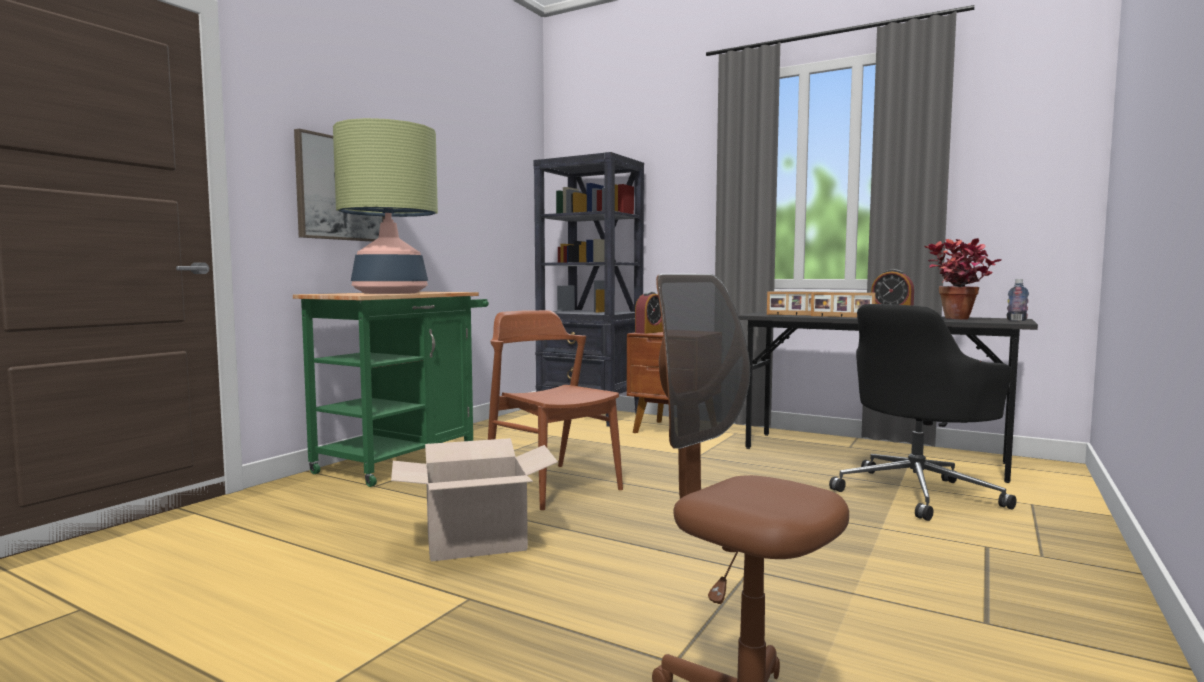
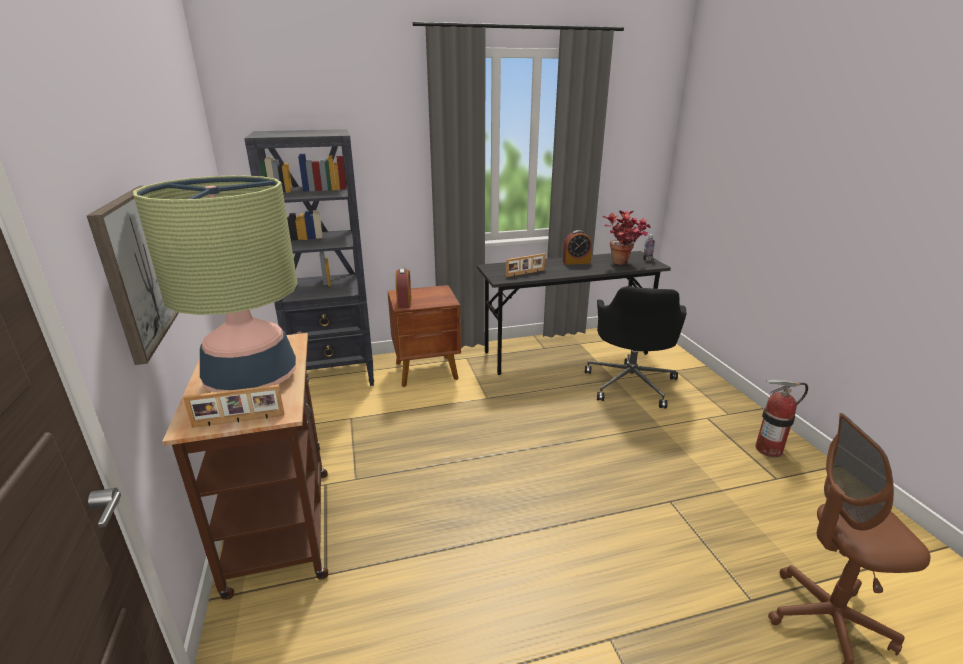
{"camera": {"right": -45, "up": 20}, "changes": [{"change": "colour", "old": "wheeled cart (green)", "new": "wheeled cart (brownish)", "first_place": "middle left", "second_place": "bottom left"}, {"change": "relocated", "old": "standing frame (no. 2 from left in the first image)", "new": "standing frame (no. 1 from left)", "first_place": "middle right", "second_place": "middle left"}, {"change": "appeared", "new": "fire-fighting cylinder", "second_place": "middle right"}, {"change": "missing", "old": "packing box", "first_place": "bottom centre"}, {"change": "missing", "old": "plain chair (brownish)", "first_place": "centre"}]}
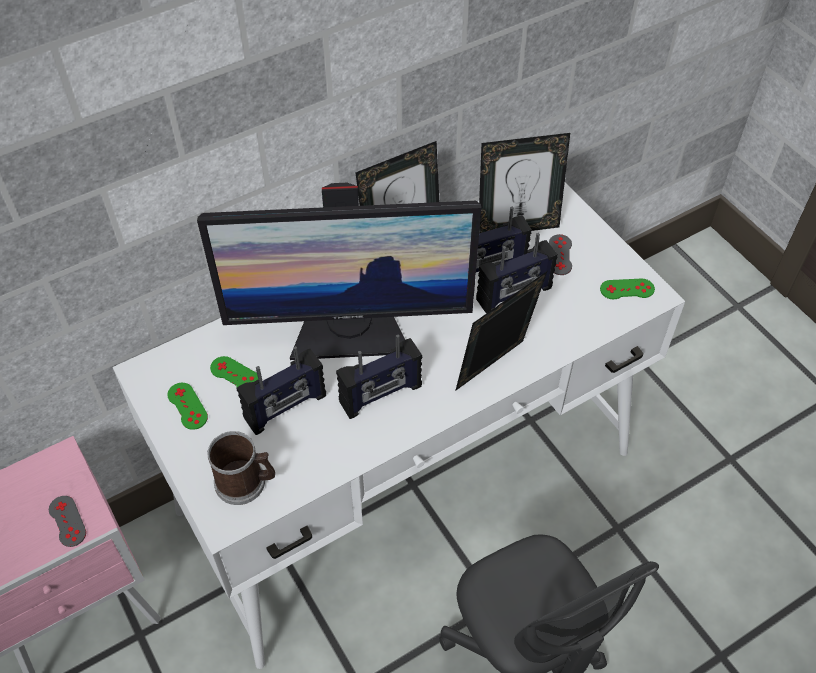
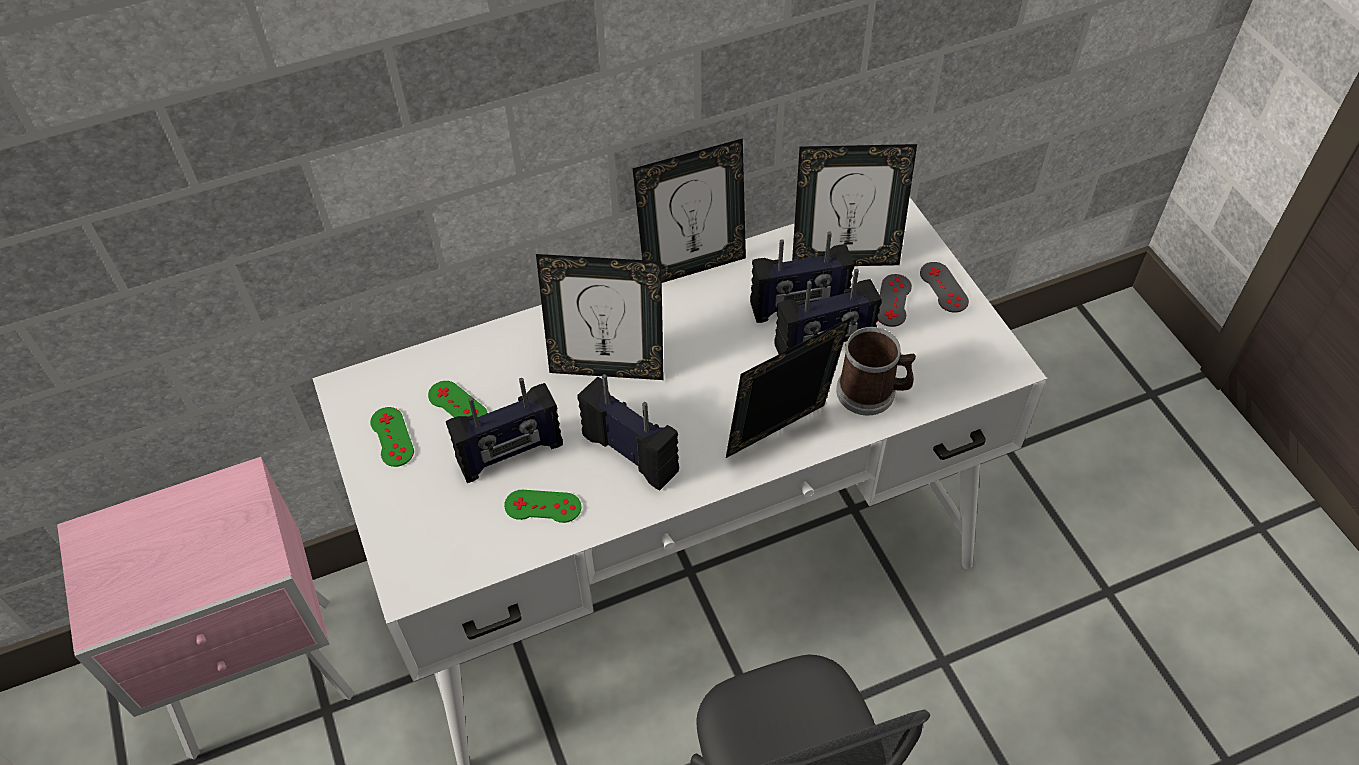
{"camera": {"right": 10, "up": 0}, "changes": [{"change": "relocated", "old": "game controller (green) (no. 3 from left)", "first_place": "middle right", "second_place": "centre"}, {"change": "exchanged", "old": "computer screen", "new": "standing frame (no. 1 from left)", "first_place": "centre", "second_place": "centre"}, {"change": "spun", "old": "radio (no. 2 from left)", "first_place": "centre", "second_place": "centre", "degrees": -120}, {"change": "relocated", "old": "mug", "first_place": "bottom left", "second_place": "centre"}, {"change": "relocated", "old": "game controller (gray) (no. 1 from left in the first image)", "new": "game controller (gray) (no. 2 from left)", "first_place": "bottom left", "second_place": "middle right"}]}
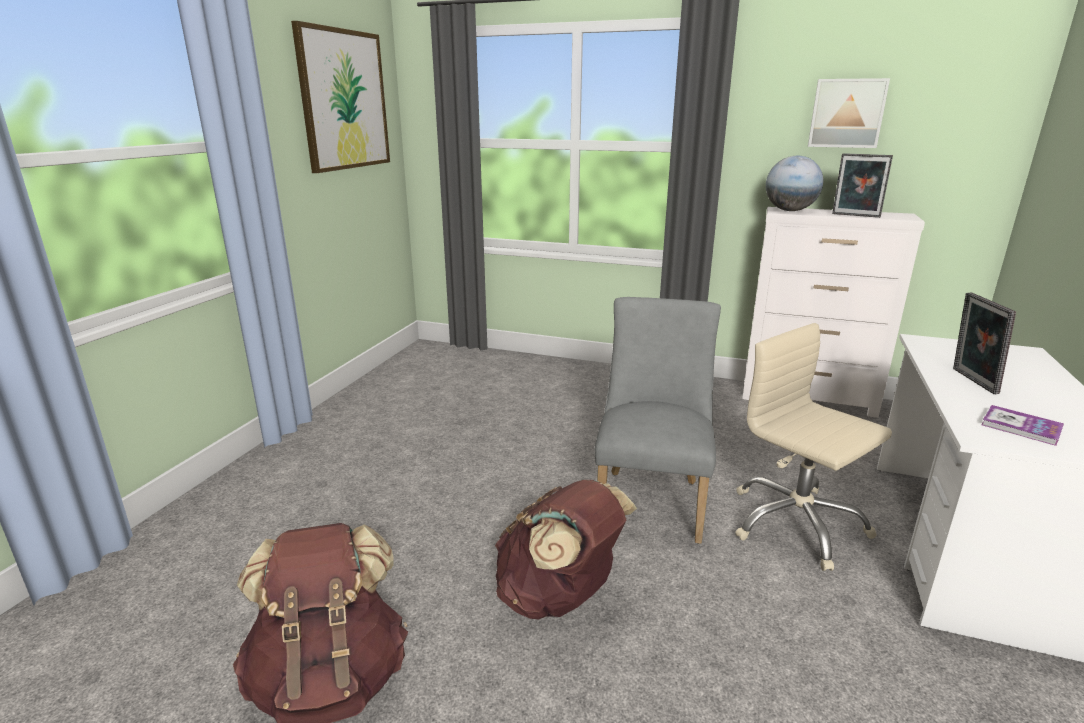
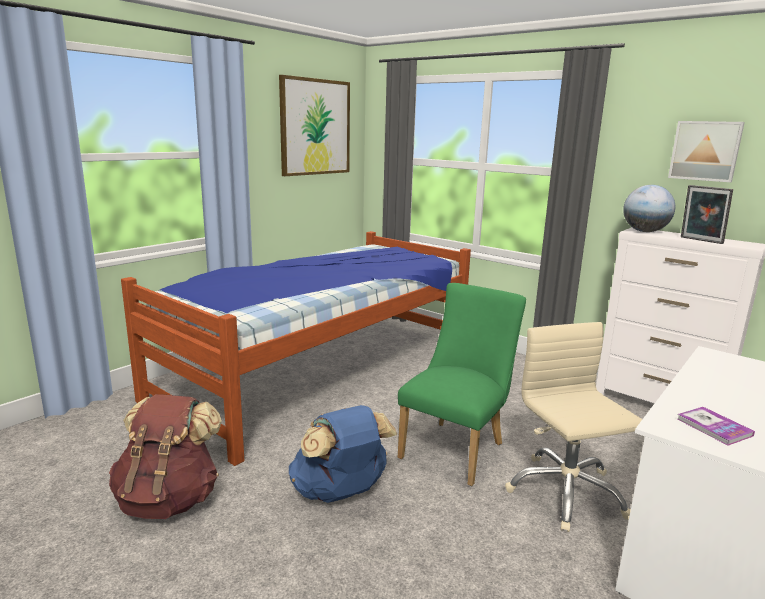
{"camera": {"right": 20, "up": -5}, "changes": [{"change": "appeared", "new": "sleeping bed", "second_place": "centre"}, {"change": "colour", "old": "rucksack (brownish) (no. 2 from left)", "new": "rucksack (bluish)", "first_place": "bottom centre", "second_place": "bottom centre"}, {"change": "colour", "old": "plain chair (gray)", "new": "plain chair (green)", "first_place": "centre", "second_place": "centre"}, {"change": "missing", "old": "standing frame (no. 2 from left)", "first_place": "middle right"}]}
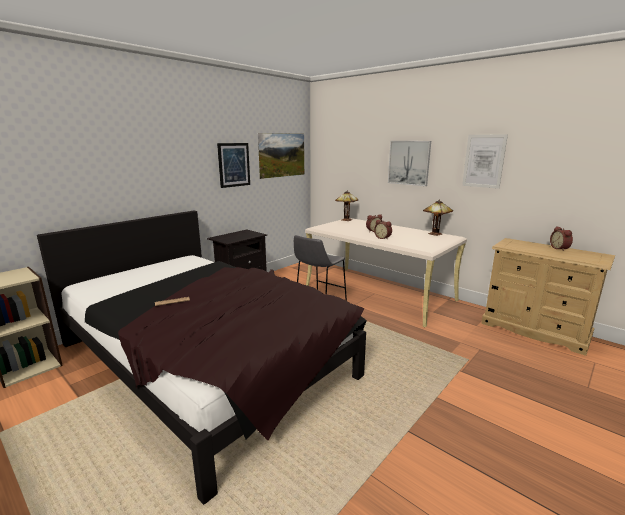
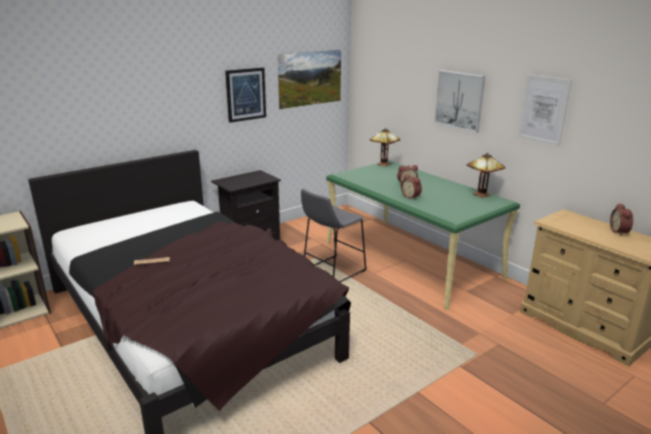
{"camera": {"right": 10, "up": 5}, "changes": [{"change": "colour", "old": "desk (beige)", "new": "desk (green)", "first_place": "centre", "second_place": "centre"}]}
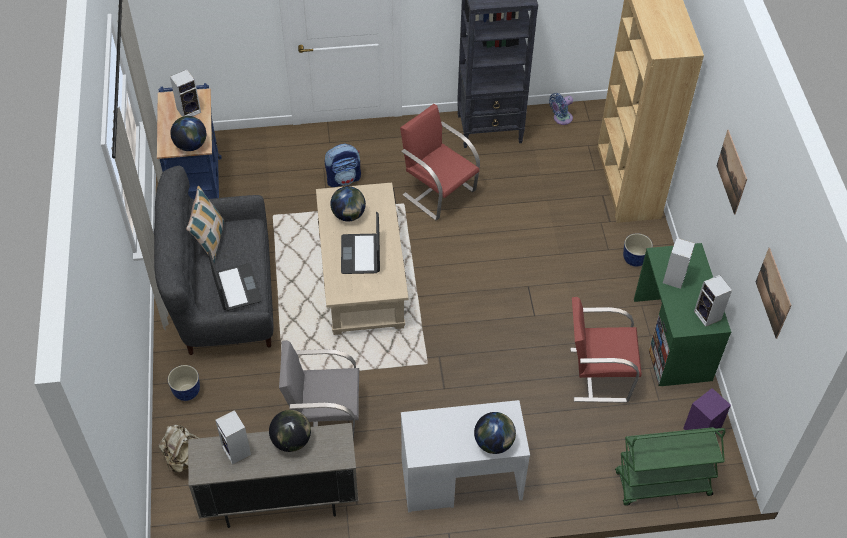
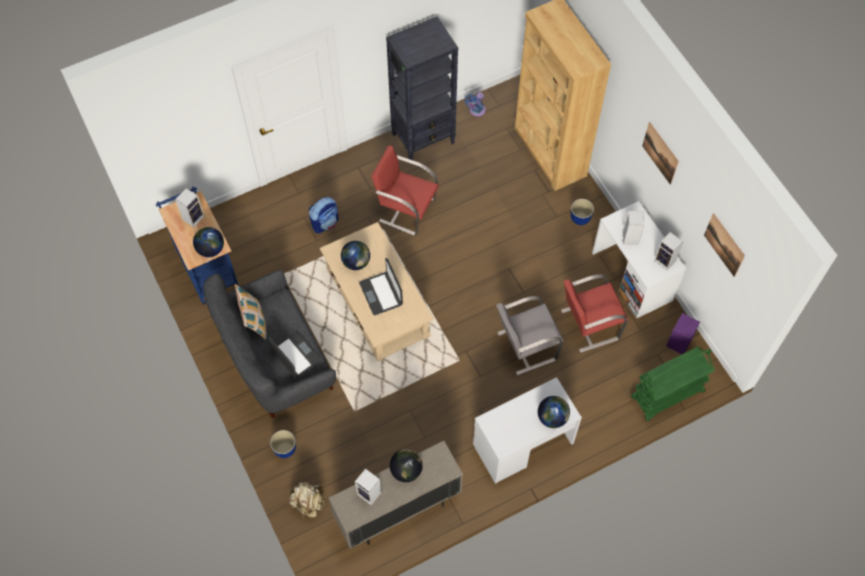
{"camera": {"right": -20, "up": 10}, "changes": [{"change": "relocated", "old": "plain chair (gray)", "first_place": "bottom centre", "second_place": "centre"}, {"change": "colour", "old": "desk (green)", "new": "desk (white-coloured) (no. 2 from left)", "first_place": "middle right", "second_place": "middle right"}]}
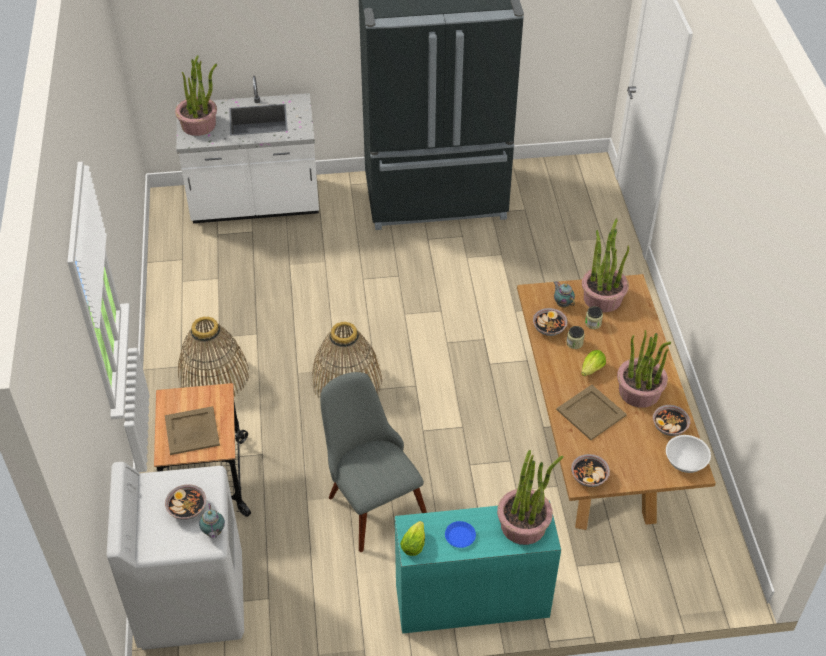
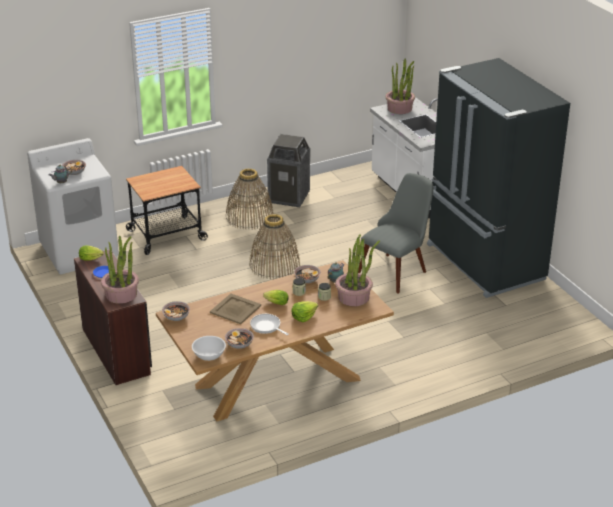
{"camera": {"right": 70, "up": -15}, "changes": [{"change": "colour", "old": "desk (turquoise-coloured)", "new": "desk (brownish)", "first_place": "bottom centre", "second_place": "middle left"}, {"change": "exchanged", "old": "plant in a pot (no. 4 from left)", "new": "skillet", "first_place": "middle right", "second_place": "centre"}, {"change": "appeared", "new": "trash can", "second_place": "centre"}, {"change": "appeared", "new": "lettuce (no. 3 from left)", "second_place": "centre"}, {"change": "relocated", "old": "plain chair (gray)", "first_place": "bottom centre", "second_place": "centre"}, {"change": "missing", "old": "tray (beige) (no. 1 from left)", "first_place": "middle left"}]}
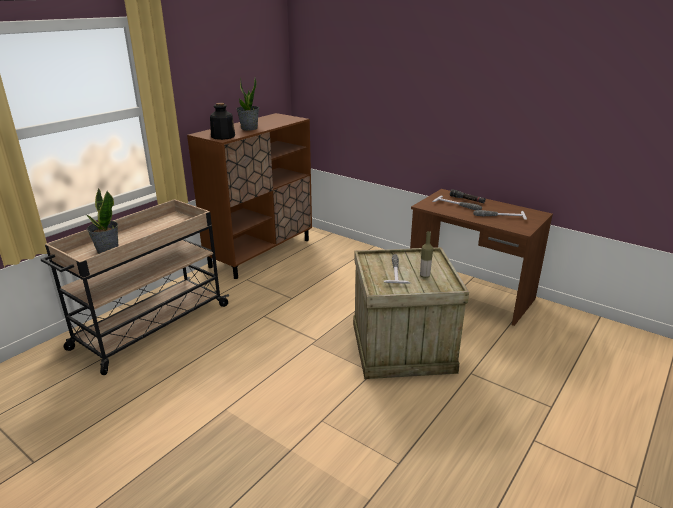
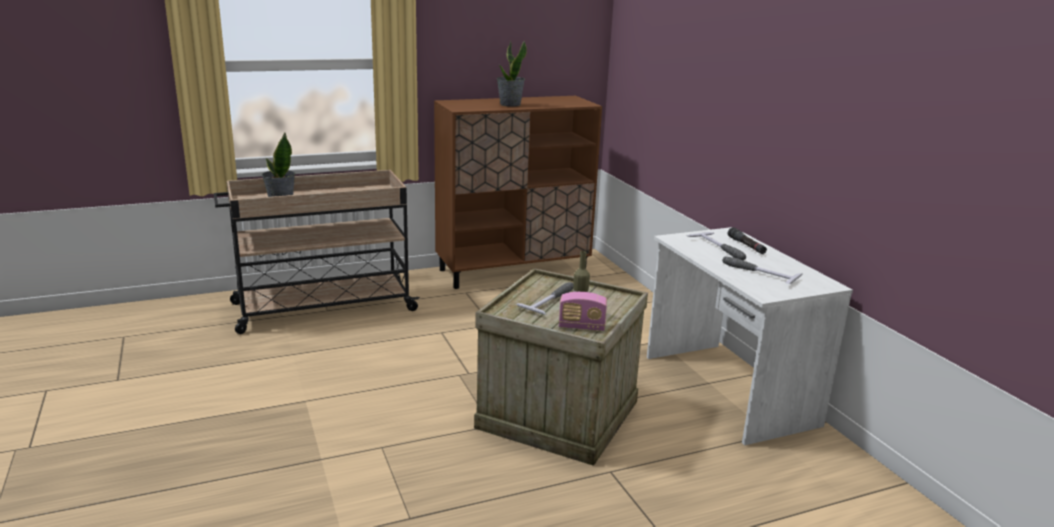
{"camera": {"right": 30, "up": -5}, "changes": [{"change": "appeared", "new": "radio", "second_place": "centre"}, {"change": "colour", "old": "desk (brownish)", "new": "desk (white-coloured)", "first_place": "middle right", "second_place": "middle right"}, {"change": "missing", "old": "bottle (no. 1 from left)", "first_place": "top left"}]}
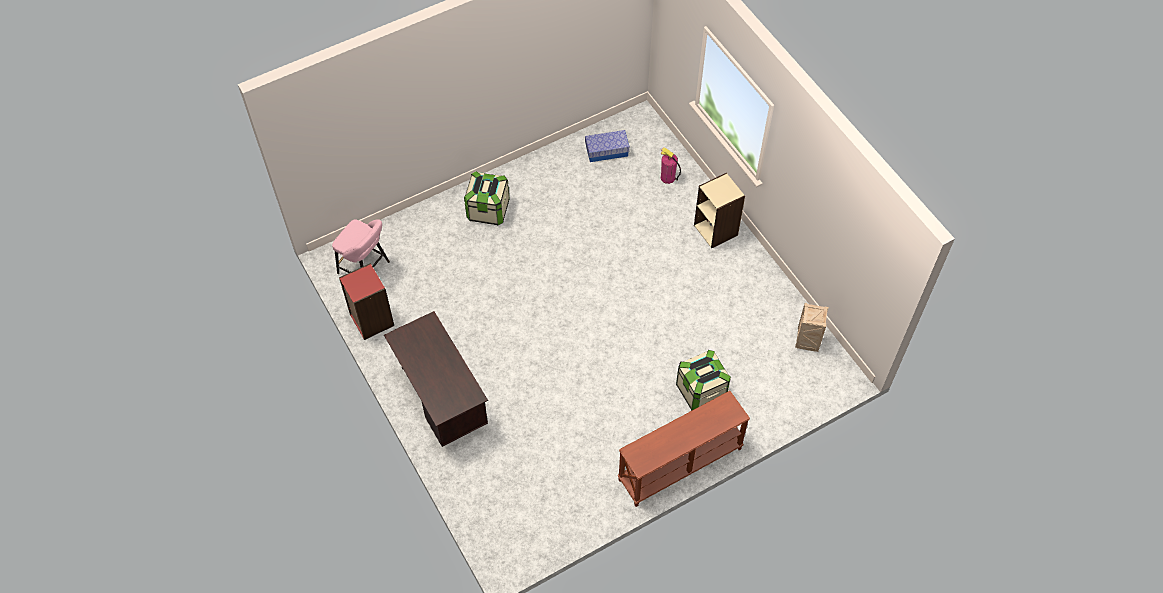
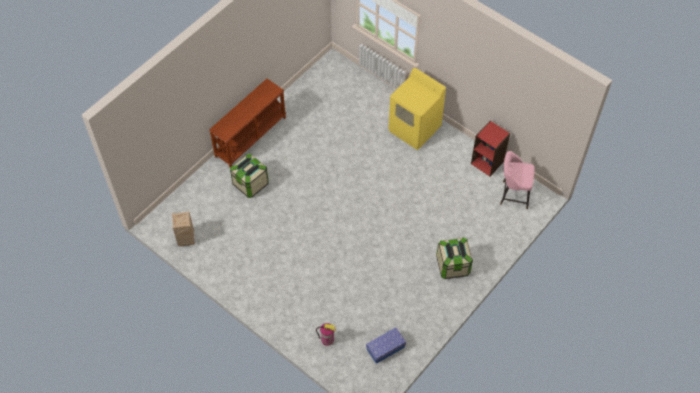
{"camera": {"right": 160, "up": 0}, "changes": [{"change": "exchanged", "old": "desk (brownish)", "new": "washing machine (yellow-coloured)", "first_place": "centre", "second_place": "top centre"}, {"change": "missing", "old": "bookshelf (beige)", "first_place": "centre"}]}
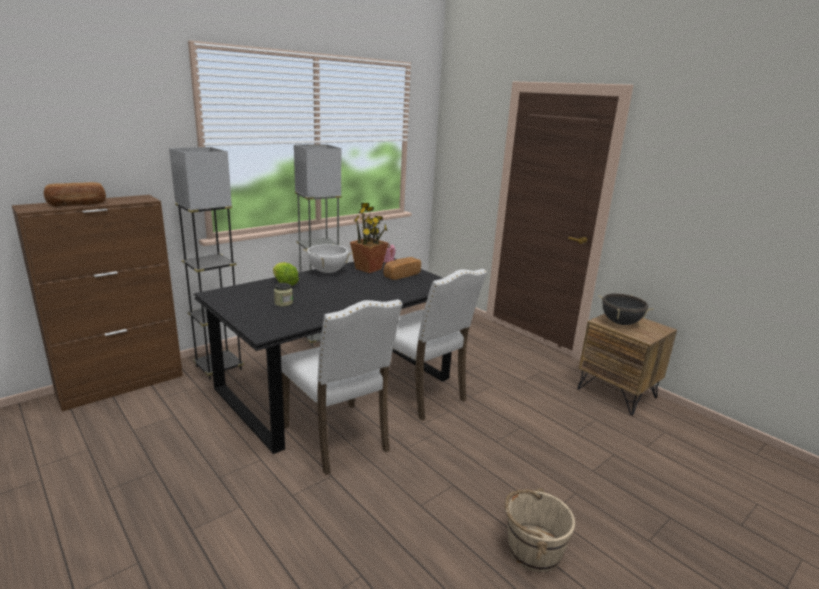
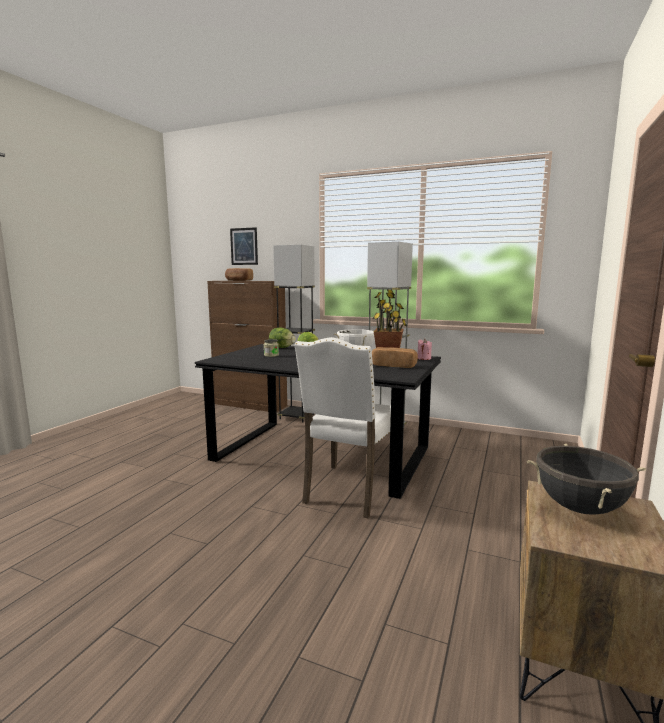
{"camera": {"right": 65, "up": -10}, "changes": [{"change": "appeared", "new": "wall art", "second_place": "centre"}, {"change": "appeared", "new": "lettuce (no. 1 from left)", "second_place": "centre"}, {"change": "missing", "old": "plain chair (white-coloured) (no. 1 from left)", "first_place": "centre"}, {"change": "missing", "old": "water bucket (beige)", "first_place": "bottom centre"}]}
